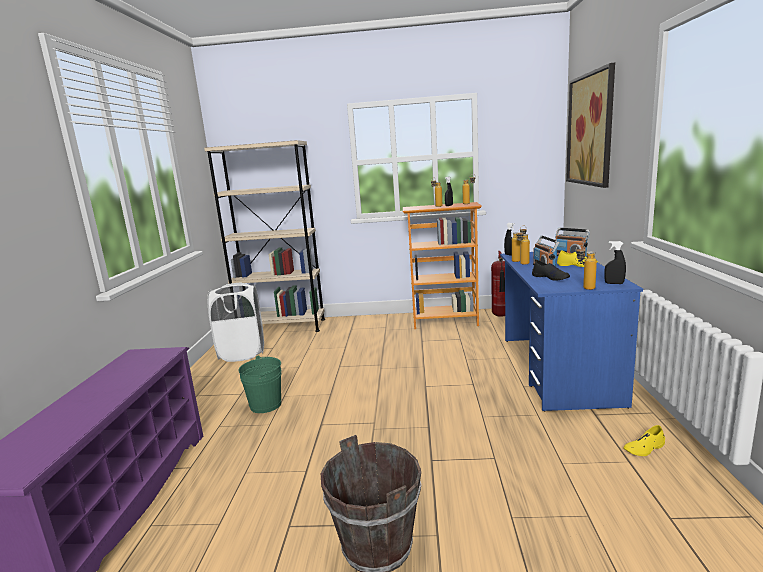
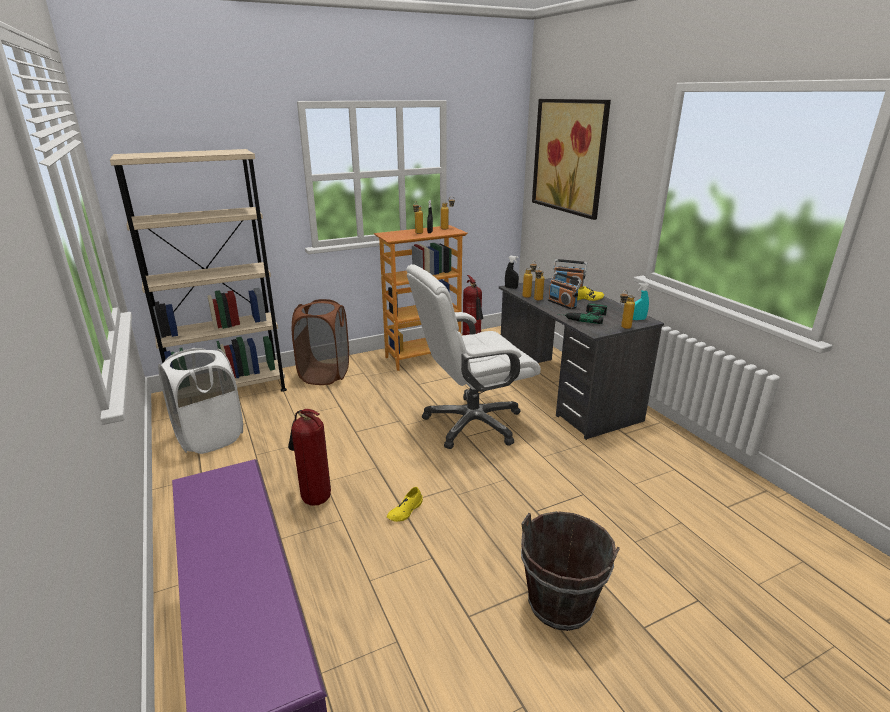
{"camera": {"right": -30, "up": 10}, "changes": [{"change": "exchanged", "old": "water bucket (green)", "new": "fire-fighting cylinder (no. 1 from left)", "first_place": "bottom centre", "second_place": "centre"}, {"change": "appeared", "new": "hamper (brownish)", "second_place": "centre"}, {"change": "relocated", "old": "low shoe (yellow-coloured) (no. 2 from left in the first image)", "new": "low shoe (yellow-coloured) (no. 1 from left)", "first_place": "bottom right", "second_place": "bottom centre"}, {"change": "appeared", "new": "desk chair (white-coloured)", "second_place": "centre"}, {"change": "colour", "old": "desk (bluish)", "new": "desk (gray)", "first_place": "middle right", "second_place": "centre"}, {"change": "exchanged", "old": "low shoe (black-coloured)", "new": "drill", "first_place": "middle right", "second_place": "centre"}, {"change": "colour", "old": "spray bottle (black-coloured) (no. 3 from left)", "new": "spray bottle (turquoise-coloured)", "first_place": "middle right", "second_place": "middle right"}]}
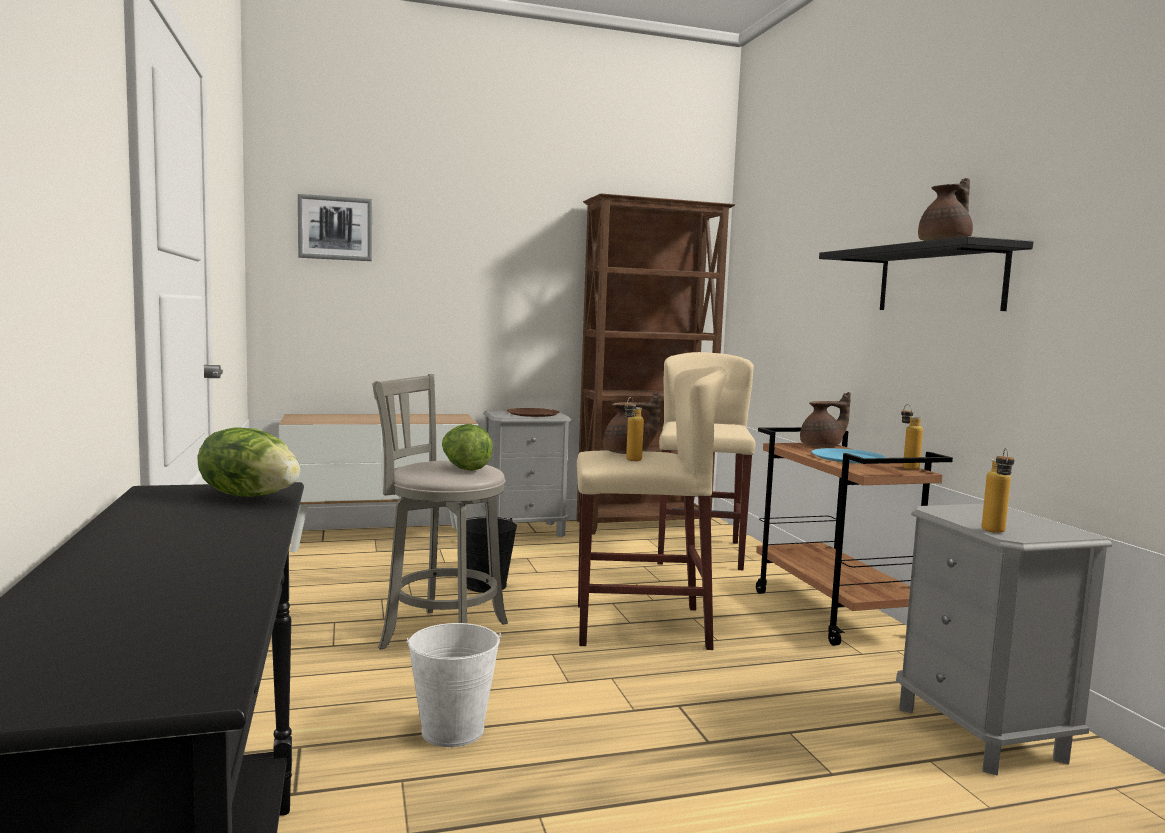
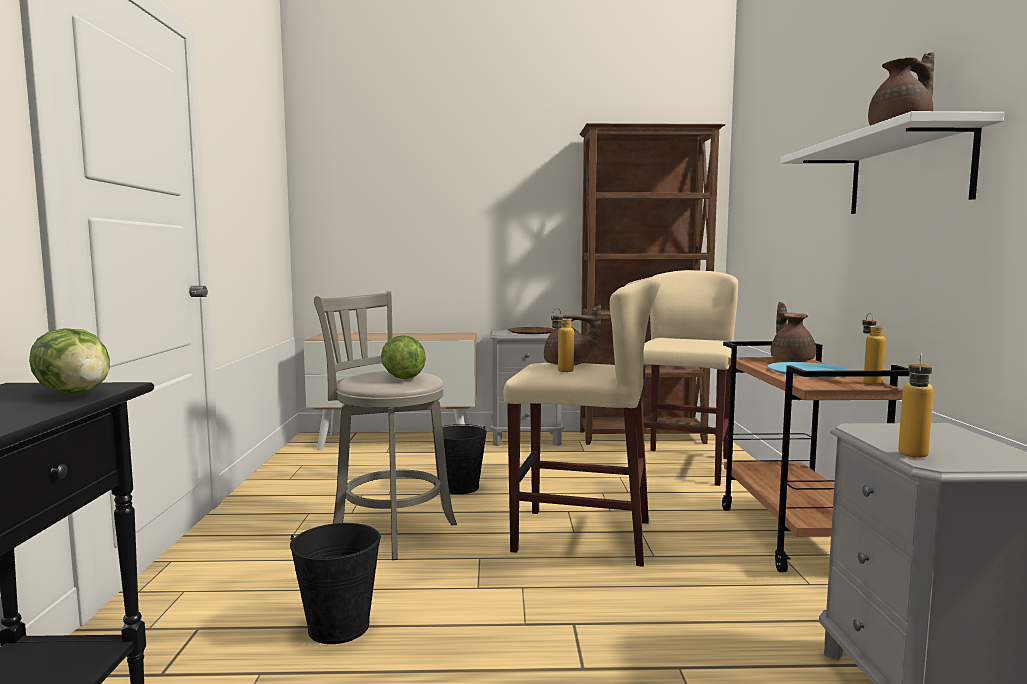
{"camera": {"right": 15, "up": 0}, "changes": [{"change": "colour", "old": "water bucket (white-coloured)", "new": "water bucket (black-coloured) (no. 1 from left)", "first_place": "bottom centre", "second_place": "bottom left"}, {"change": "spun", "old": "tea pot (brownish) (no. 2 from left)", "first_place": "middle right", "second_place": "middle right", "degrees": -90}, {"change": "colour", "old": "shelf (black-coloured)", "new": "shelf (white-coloured)", "first_place": "top right", "second_place": "top right"}, {"change": "missing", "old": "wall art", "first_place": "top left"}]}
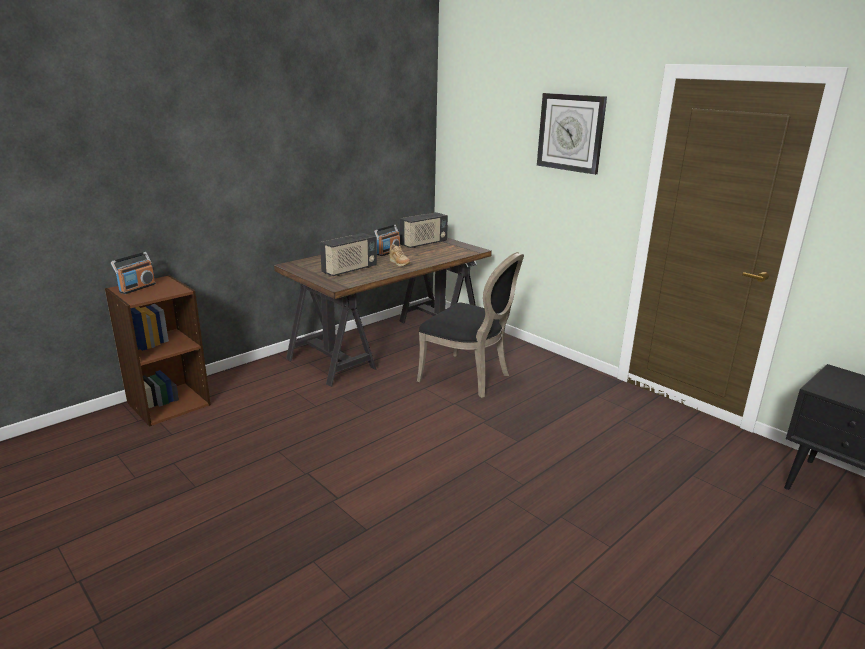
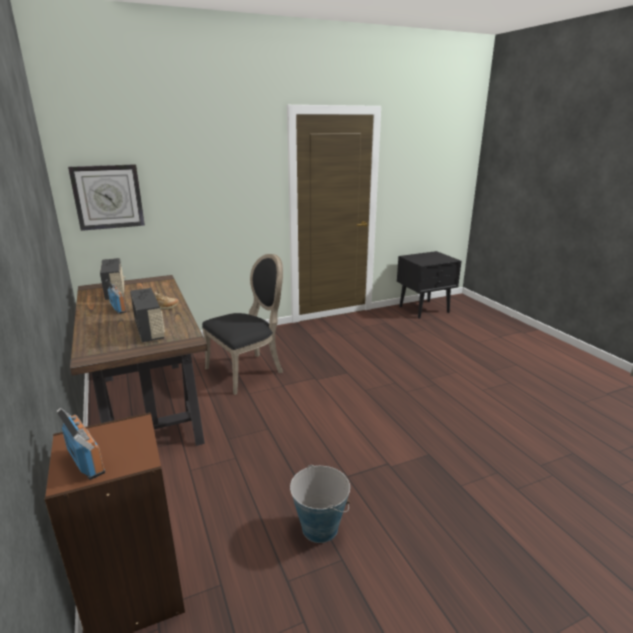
{"camera": {"right": -70, "up": 0}, "changes": [{"change": "relocated", "old": "hanging clock", "first_place": "top centre", "second_place": "top left"}, {"change": "appeared", "new": "water bucket", "second_place": "bottom centre"}]}
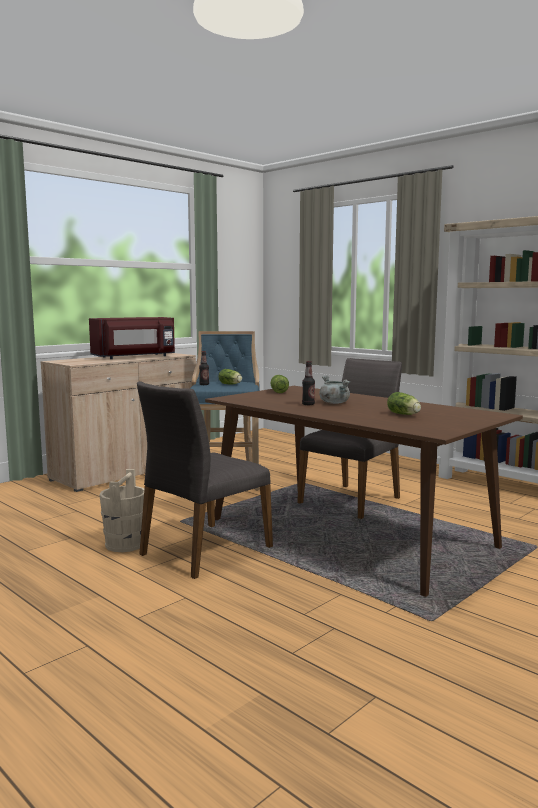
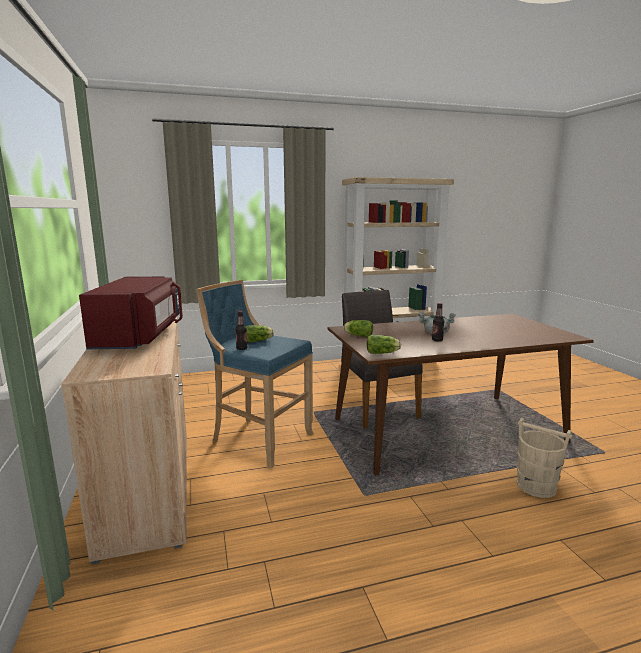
{"camera": {"right": -60, "up": 5}, "changes": [{"change": "relocated", "old": "lettuce (no. 3 from left)", "first_place": "middle right", "second_place": "centre"}, {"change": "relocated", "old": "water bucket (beige)", "first_place": "middle left", "second_place": "bottom right"}, {"change": "missing", "old": "plain chair (gray) (no. 1 from left)", "first_place": "centre"}]}
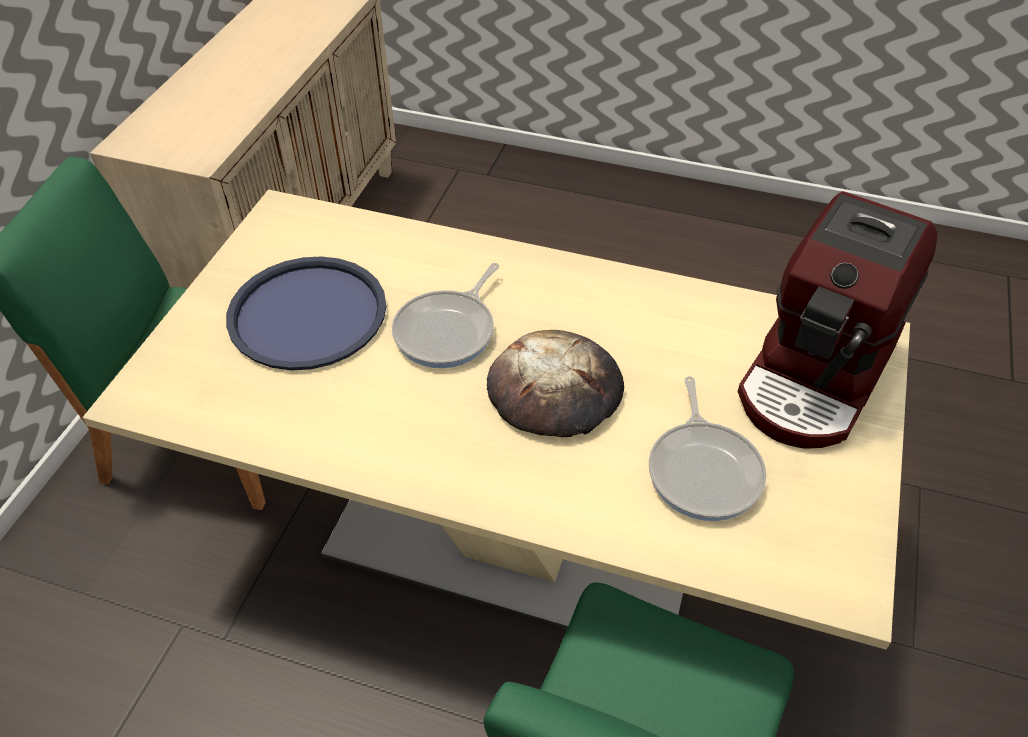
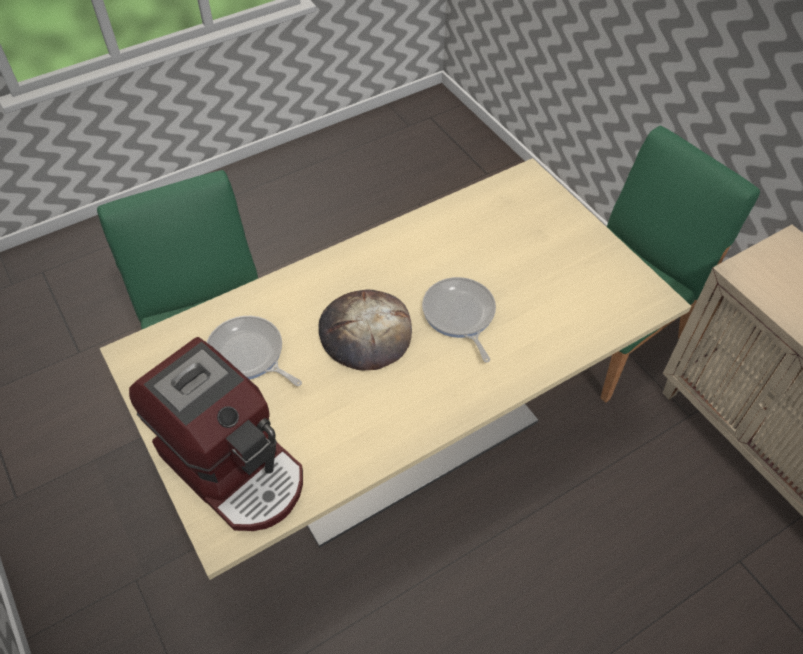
{"camera": {"right": 130, "up": 5}, "changes": [{"change": "spun", "old": "coffee machine", "first_place": "middle right", "second_place": "middle left", "degrees": 150}, {"change": "missing", "old": "tray (bluish)", "first_place": "middle left"}]}
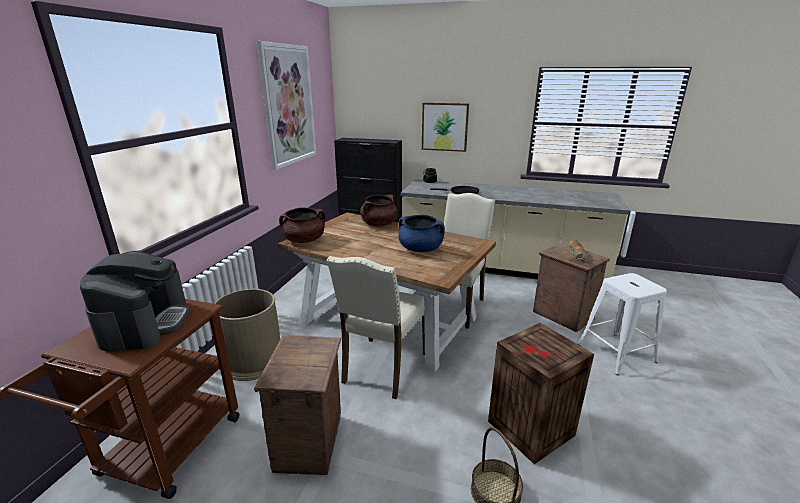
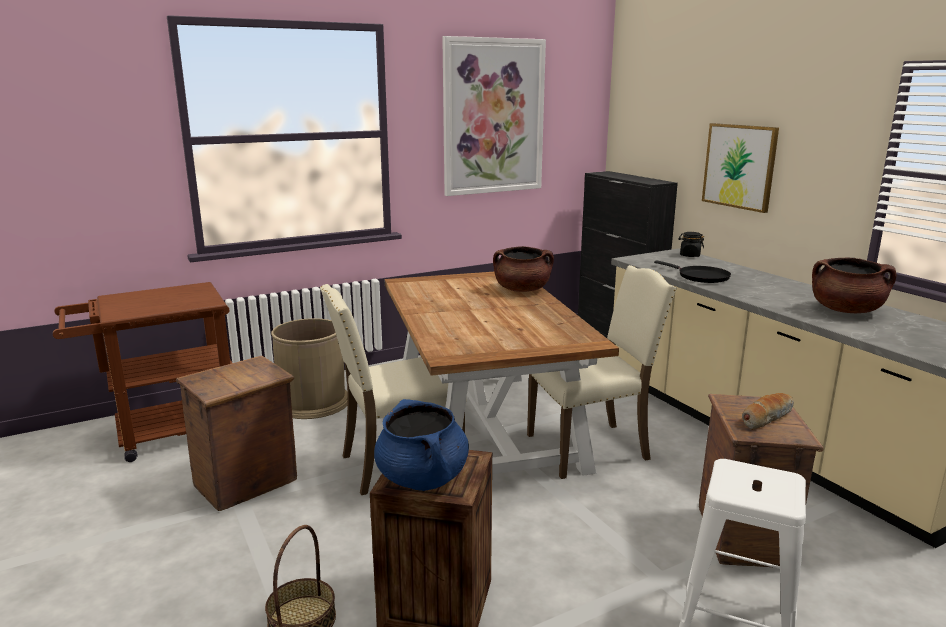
{"camera": {"right": 45, "up": -5}, "changes": [{"change": "relocated", "old": "saucepot (bluish)", "first_place": "centre", "second_place": "bottom centre"}, {"change": "relocated", "old": "saucepot (brownish) (no. 1 from left in the first image)", "new": "saucepot (brownish) (no. 2 from left)", "first_place": "centre", "second_place": "middle right"}, {"change": "missing", "old": "coffee machine", "first_place": "middle left"}]}
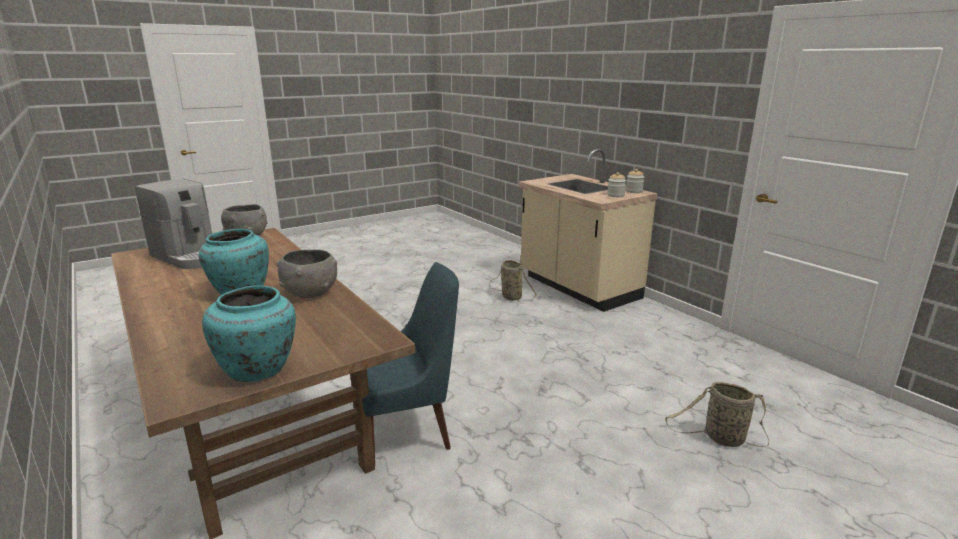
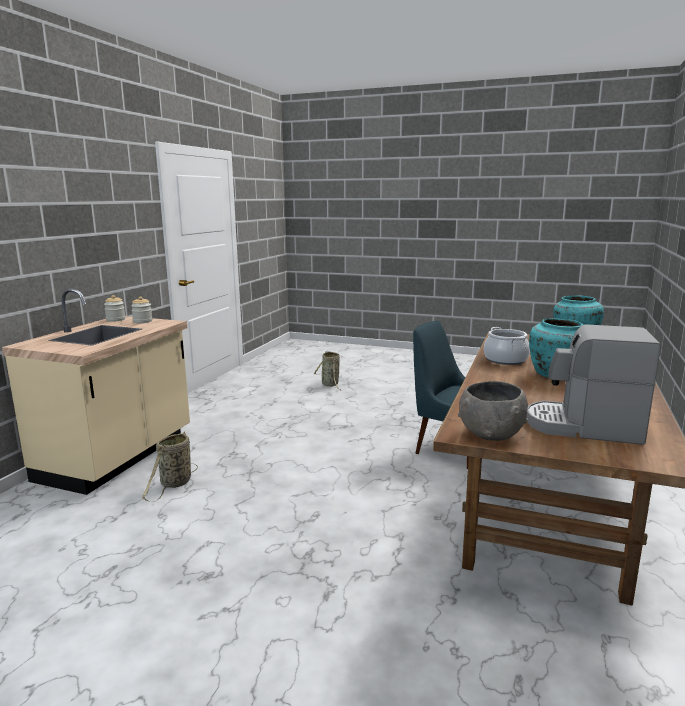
{"camera": {"right": -125, "up": -5}, "changes": [{"change": "exchanged", "old": "serving bowl (gray) (no. 2 from left)", "new": "saucepot", "first_place": "middle left", "second_place": "middle right"}, {"change": "spun", "old": "coffee machine", "first_place": "middle left", "second_place": "middle right", "degrees": -75}]}
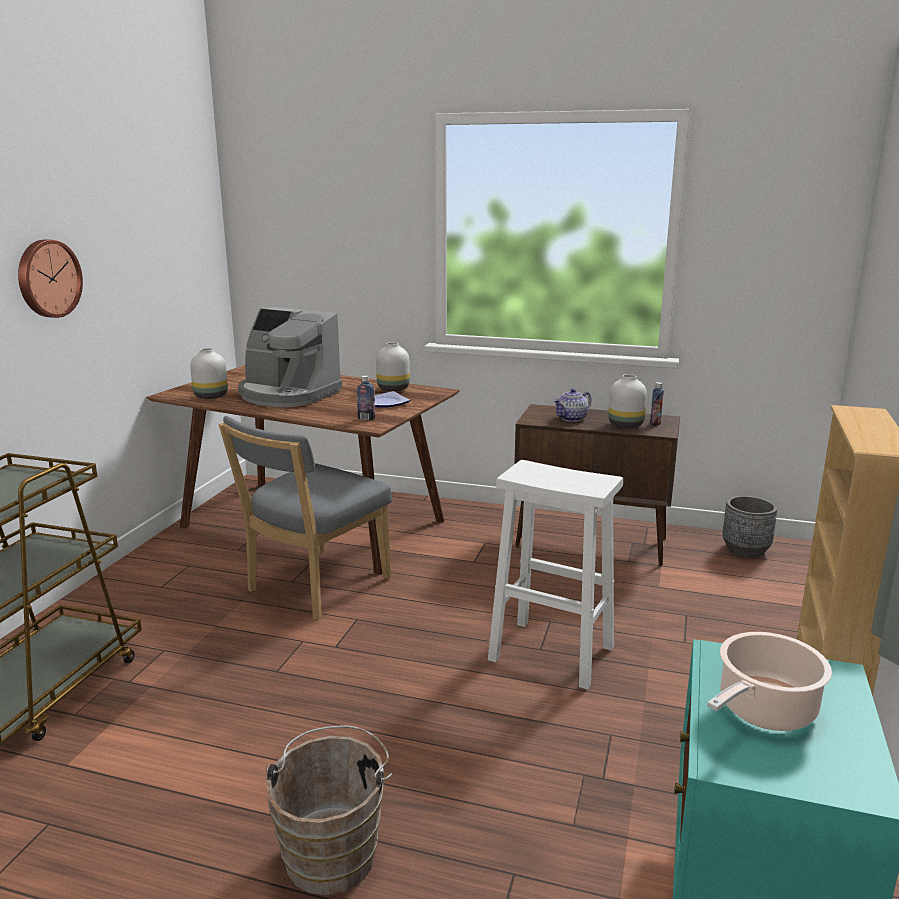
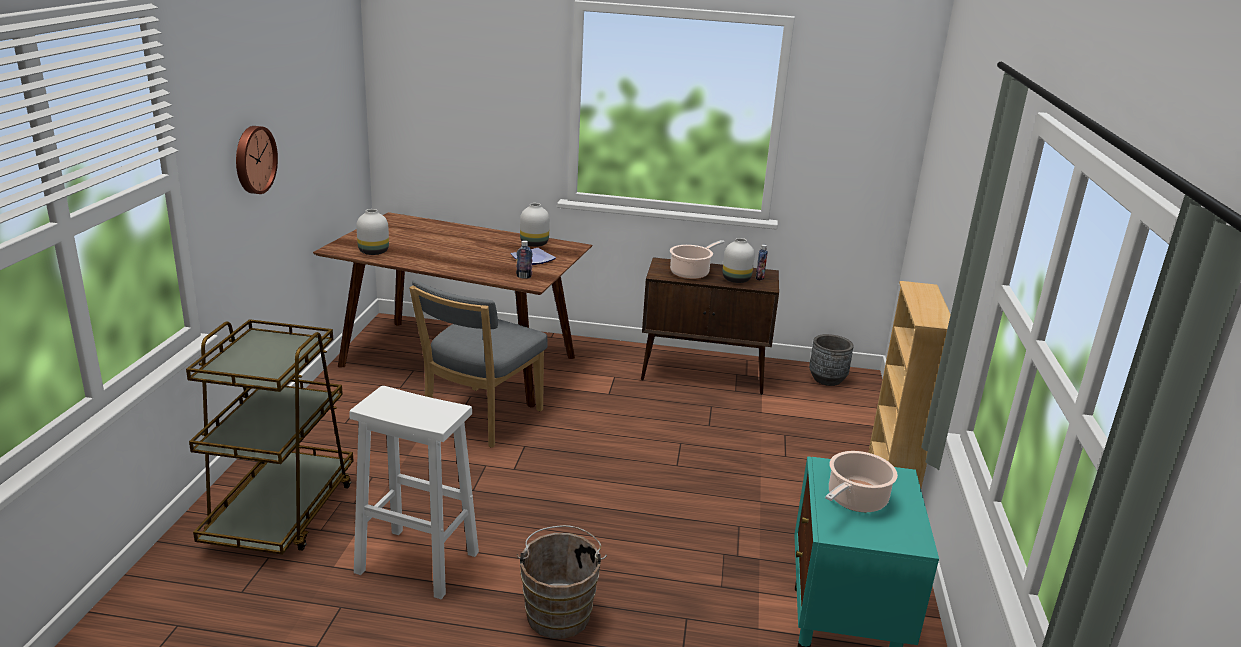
{"camera": {"right": -10, "up": 5}, "changes": [{"change": "relocated", "old": "stool (white-coloured)", "first_place": "centre", "second_place": "bottom centre"}, {"change": "exchanged", "old": "tea pot", "new": "saucepot (no. 1 from left)", "first_place": "centre", "second_place": "centre"}, {"change": "missing", "old": "coffee machine", "first_place": "middle left"}]}
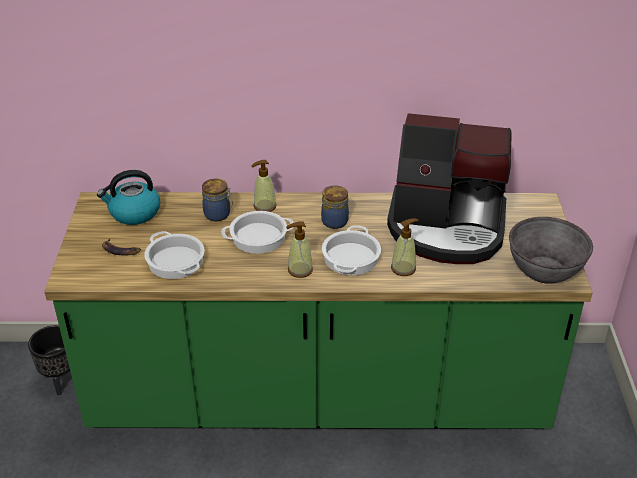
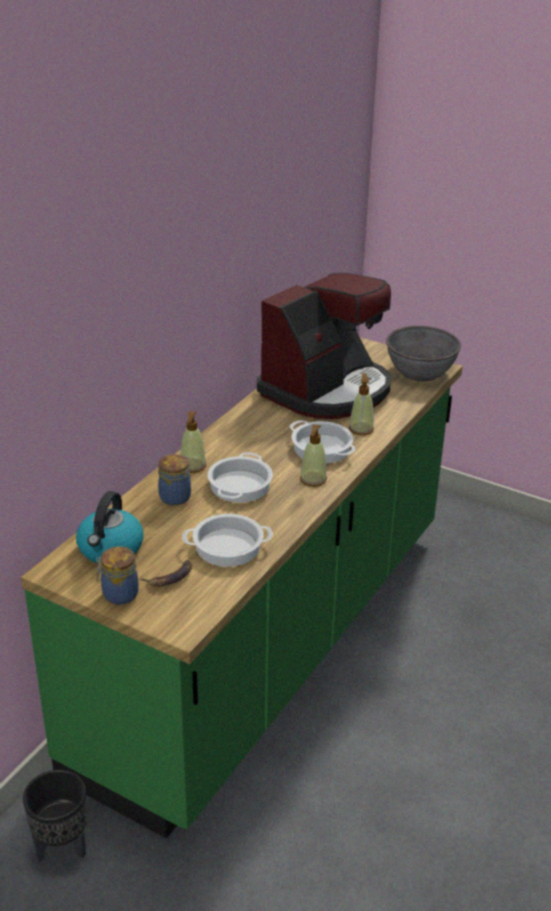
{"camera": {"right": -60, "up": -5}, "changes": [{"change": "relocated", "old": "storage jar (no. 2 from left in the first image)", "new": "storage jar (no. 1 from left)", "first_place": "centre", "second_place": "middle left"}]}
